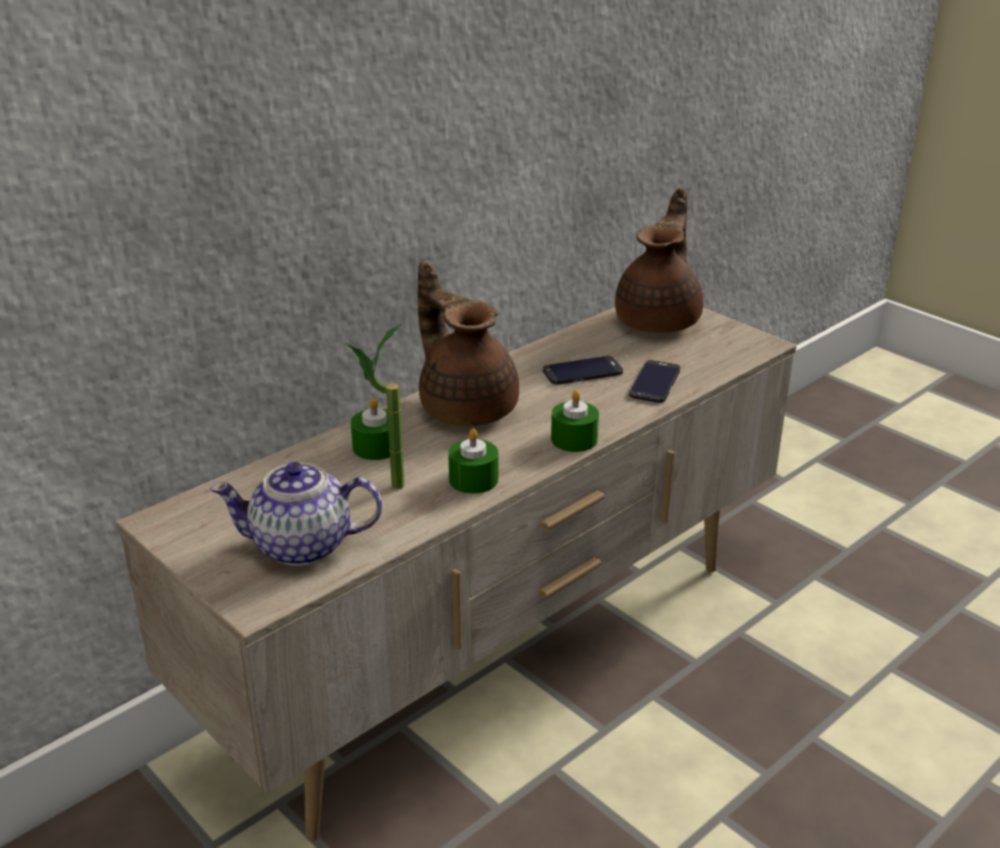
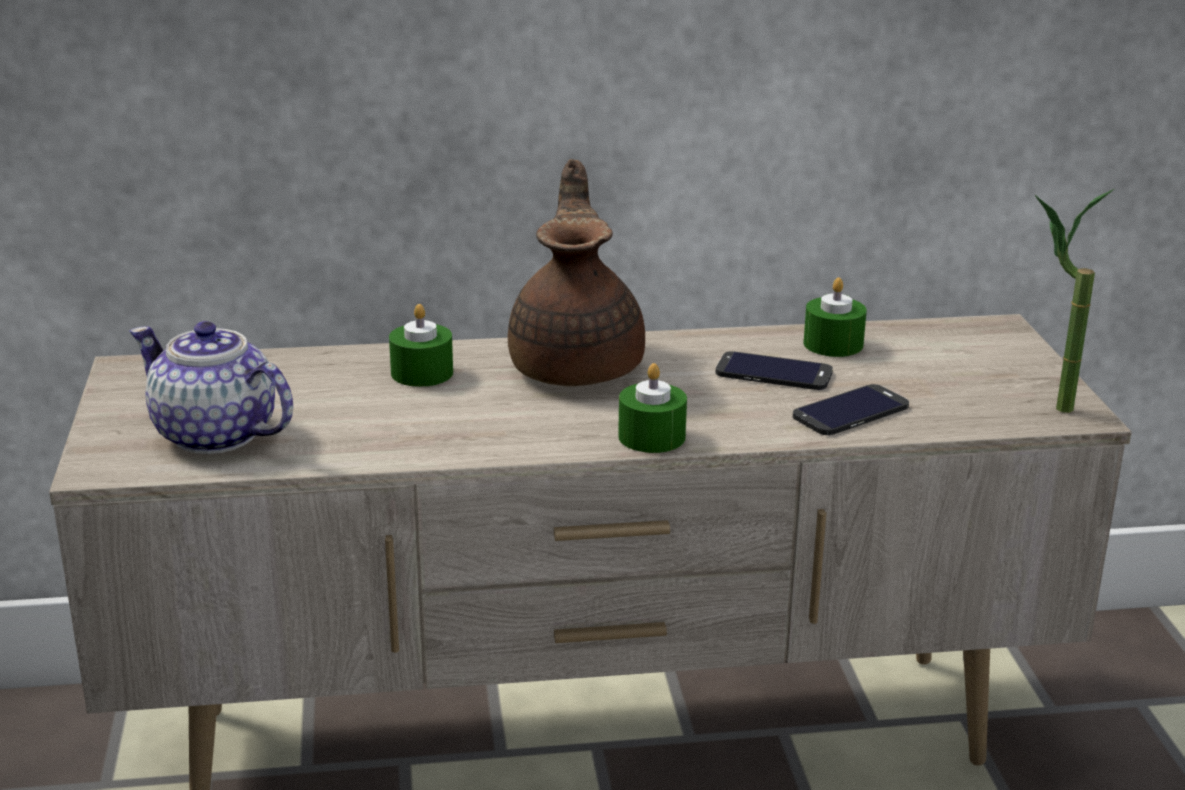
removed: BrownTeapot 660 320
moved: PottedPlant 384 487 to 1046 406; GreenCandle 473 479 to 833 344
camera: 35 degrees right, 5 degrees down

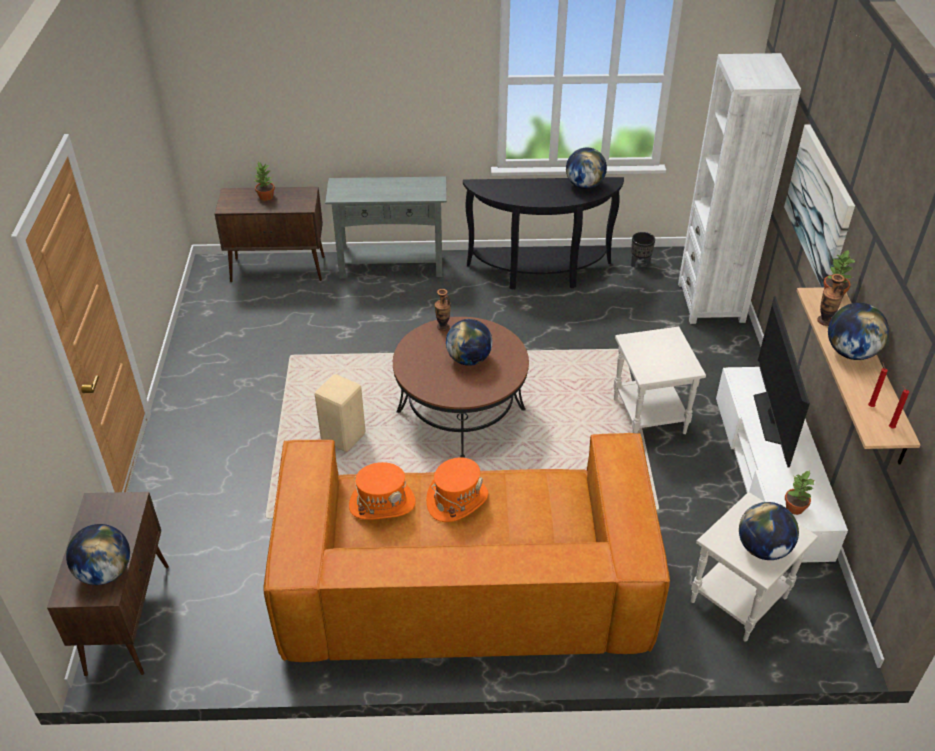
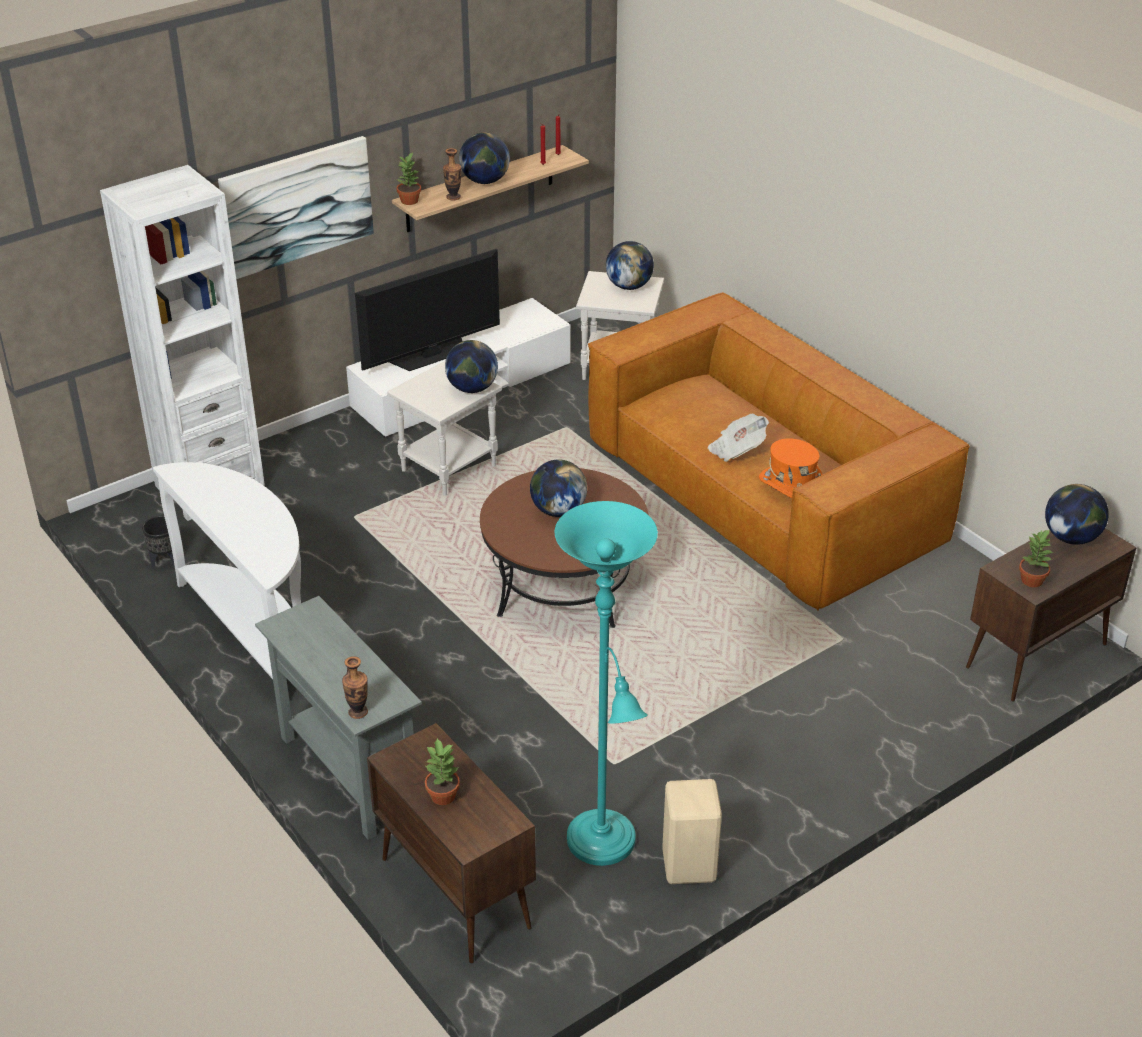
added: TurquoiseFloorLamp 604 846
moved: BeigeStool 343 436 to 687 867; Vase 443 327 to 358 712; Globe 584 185 to 472 388; PottedPlant 794 508 to 1032 581
replaced: OrangeHat 457 500 to Newspaper 737 450
recoloured: BlackConsoleTable 540 274 to WhiteConsoleTable 255 631
camera: 125 degrees left, 5 degrees down

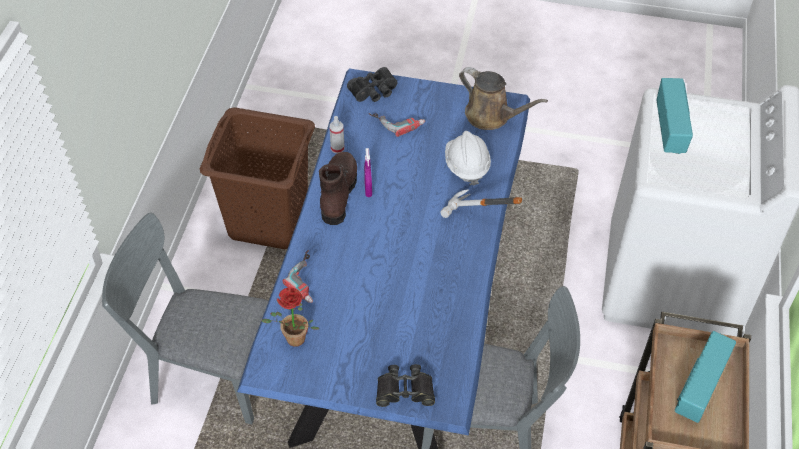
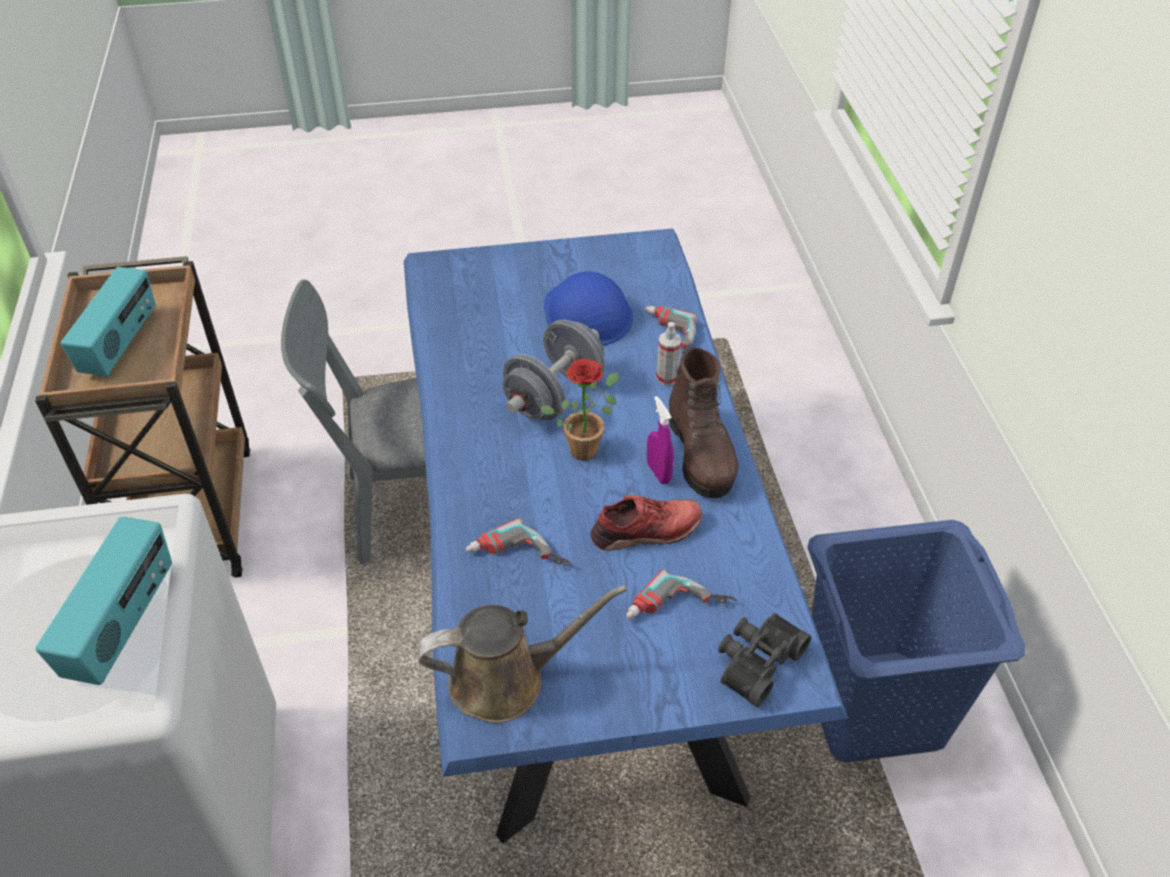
removed: GreyChair 205 374; BlackBinoculars 405 390; Hammer 475 221
added: GreyDumbbell 554 396; BlueHardHat 587 313; RedShoe 646 531
moved: PottedPlant 292 341 to 586 446; SprayBottle 337 148 to 667 377
replaced: WhiteHardHat 466 166 to PowerDrill 517 560
recoloured: BrownLaundryBasket 268 219 to BlueLaundryBasket 874 707
turned: BrownWateringCan 491 116 = 506 679 150 degrees clockwise; Radio 670 130 = 123 625 150 degrees counterclockwise
camera: 160 degrees right, 5 degrees down

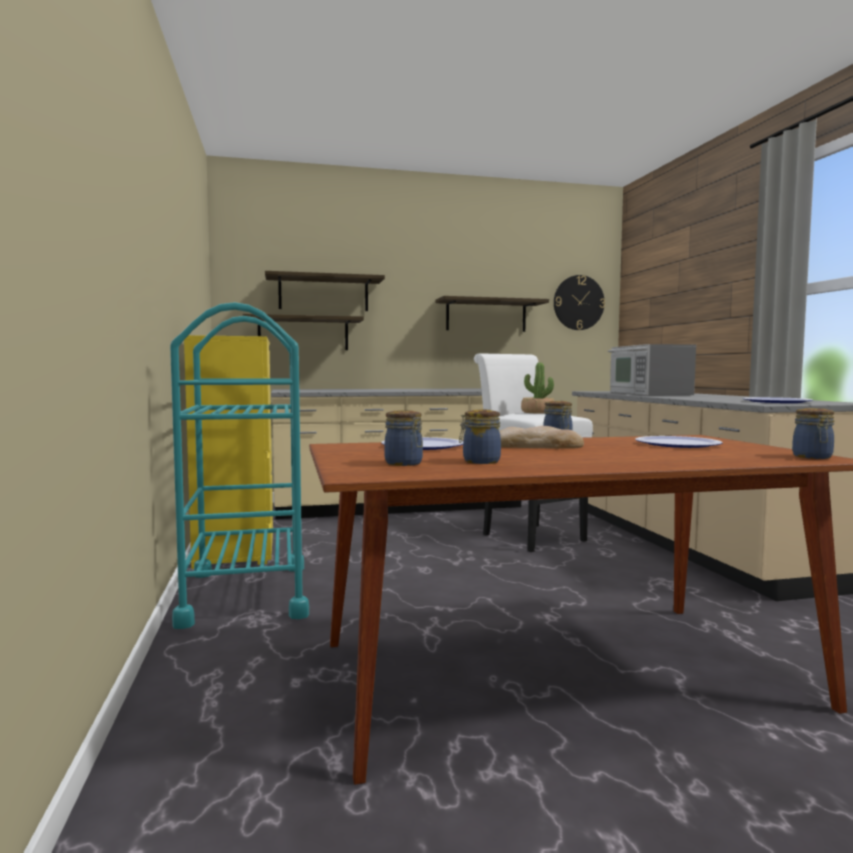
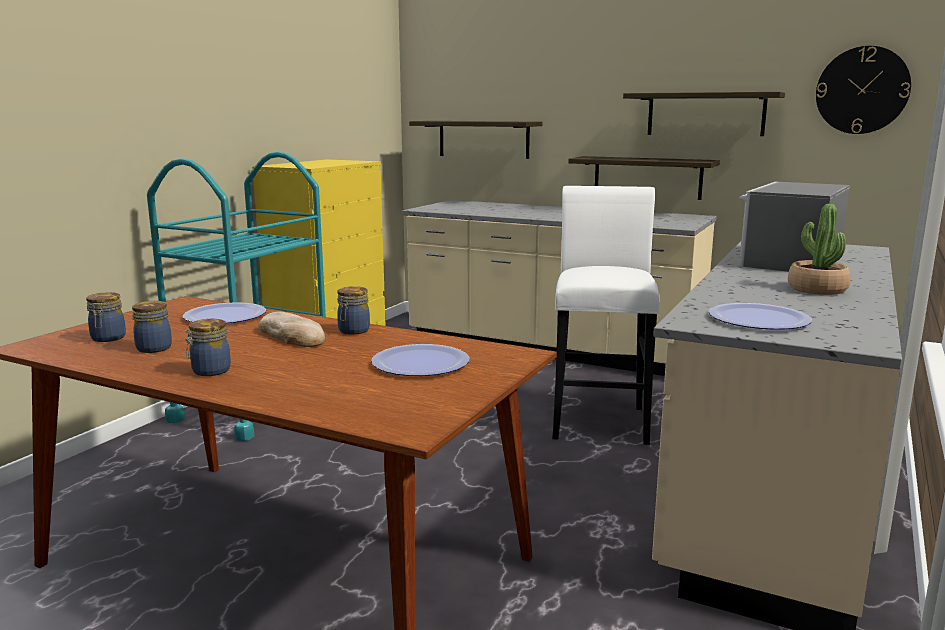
moved: Shelf 323 294 to 647 177; PottedPlant 537 412 to 816 289; Jar 813 457 to 209 371
camera: 40 degrees right, 10 degrees up

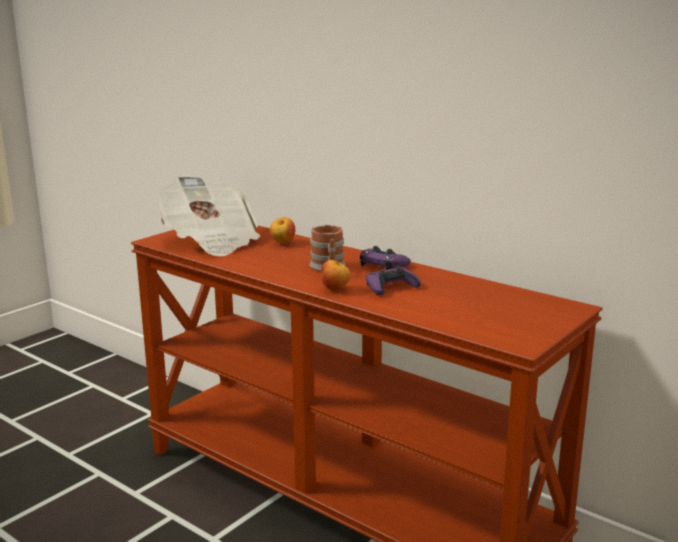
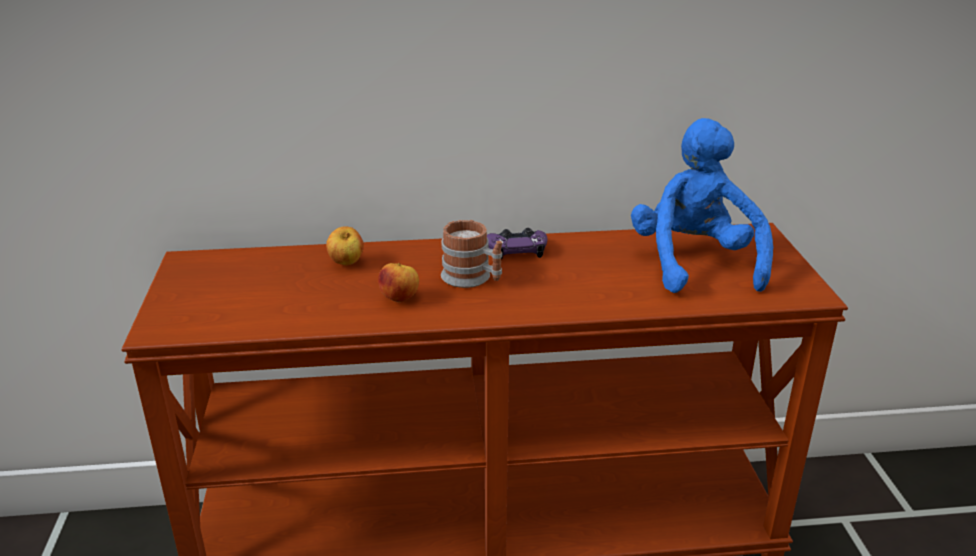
removed: Newspaper 210 241; PurpleGameController 391 287
added: BluePlushToy 694 263
moved: Apple 335 289 to 400 299
camera: 45 degrees left, 10 degrees up

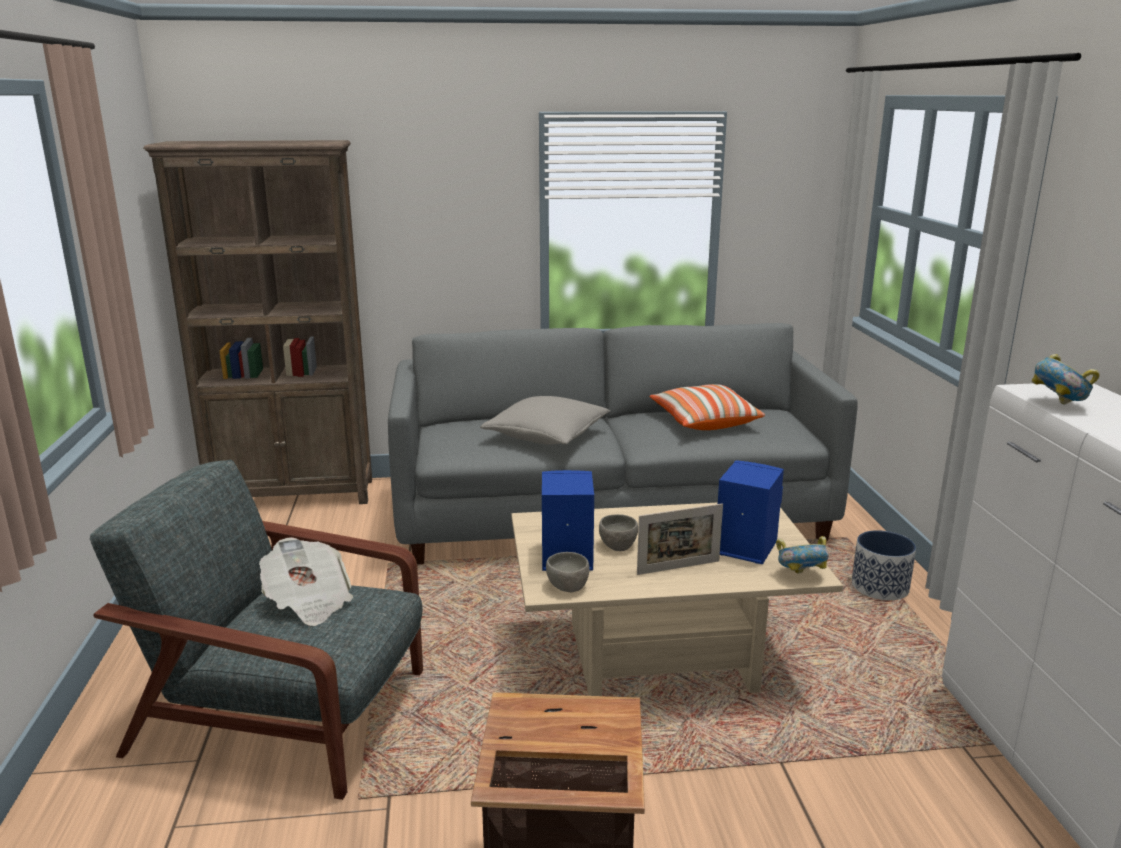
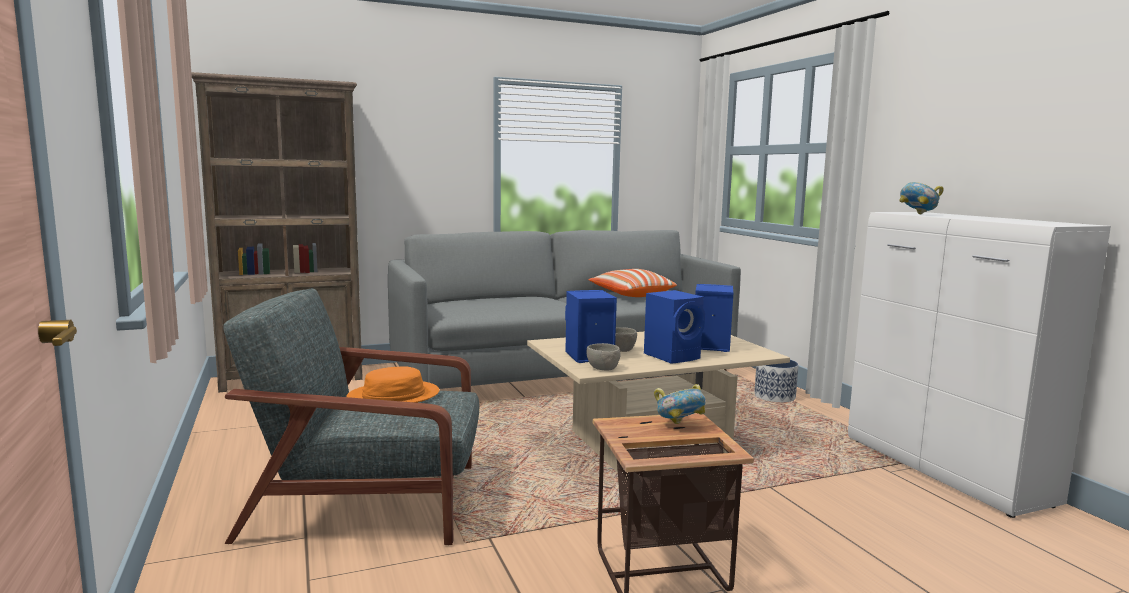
removed: GreyPillow 546 436
moved: Bowl 801 575 to 680 425
replaced: Newspaper 308 602 to OrangeHat 394 396; PictureFrame 678 567 to BlueSpeaker 673 356
camera: 15 degrees left, 10 degrees down

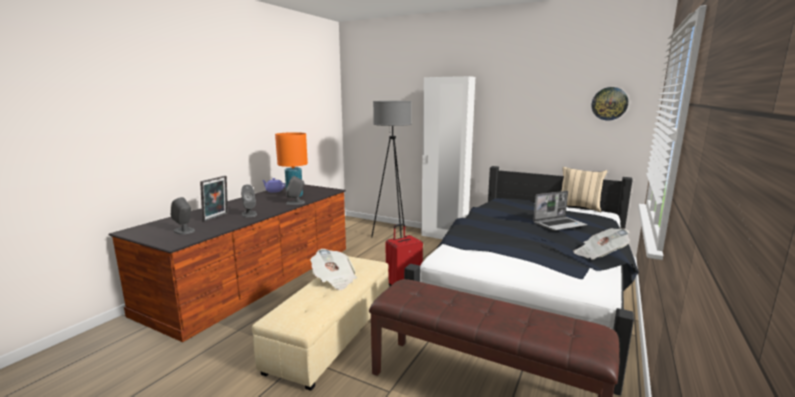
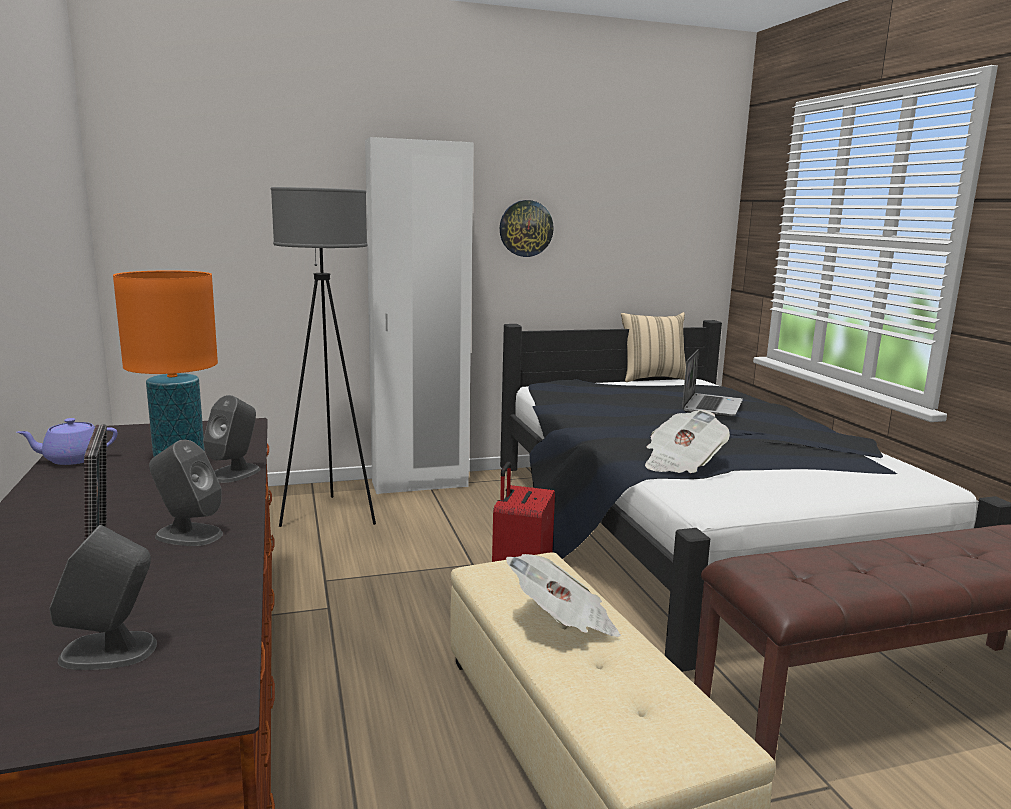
moved: Newspaper 599 255 to 681 463; WallClock 609 103 to 526 228
camera: 45 degrees left, 0 degrees up

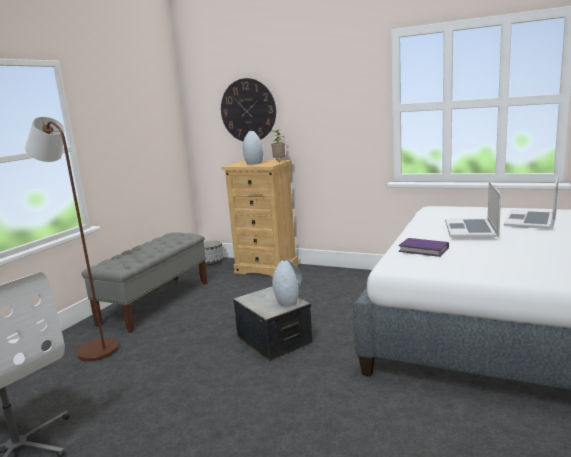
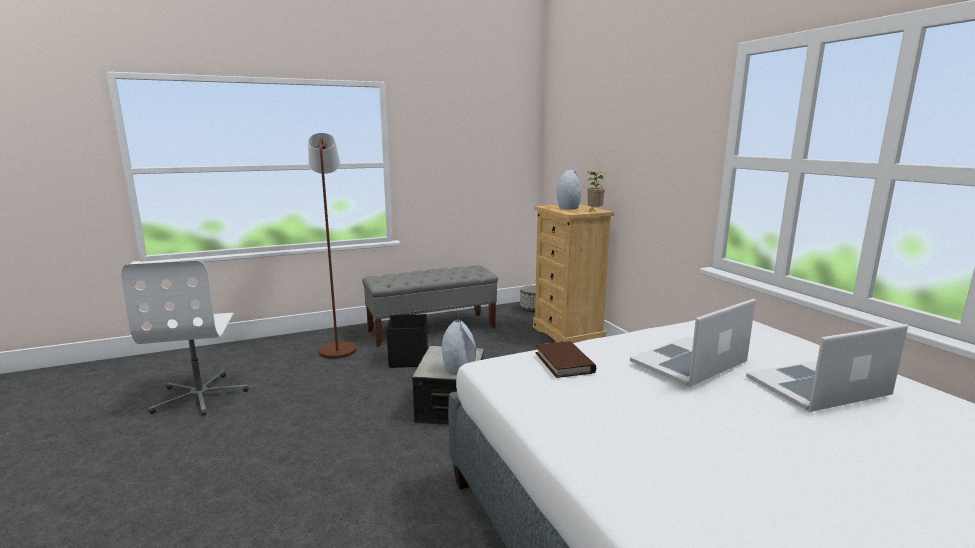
removed: WallClock 248 110
added: BlackStorageBox 409 359
recoloured: PurpleBook 423 250 to BrownBook 564 362
camera: 40 degrees right, 0 degrees up

